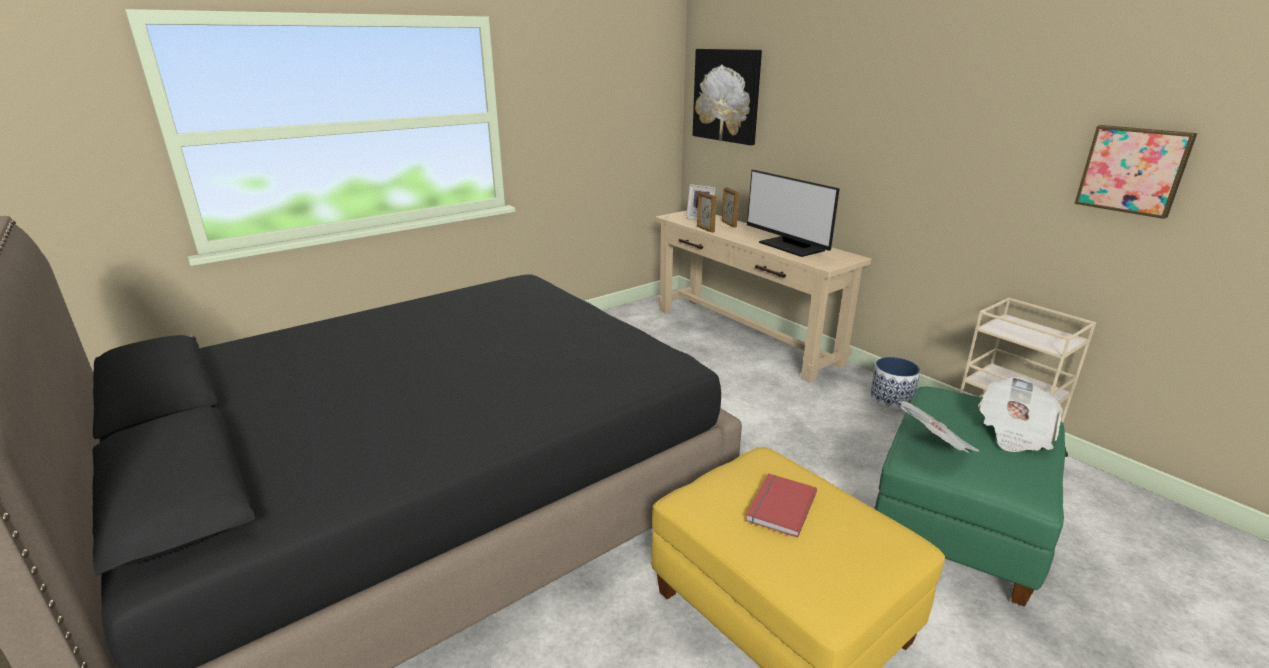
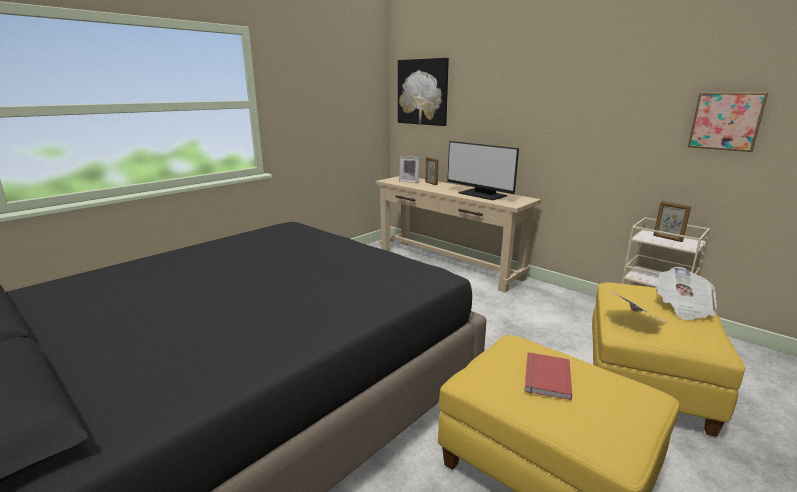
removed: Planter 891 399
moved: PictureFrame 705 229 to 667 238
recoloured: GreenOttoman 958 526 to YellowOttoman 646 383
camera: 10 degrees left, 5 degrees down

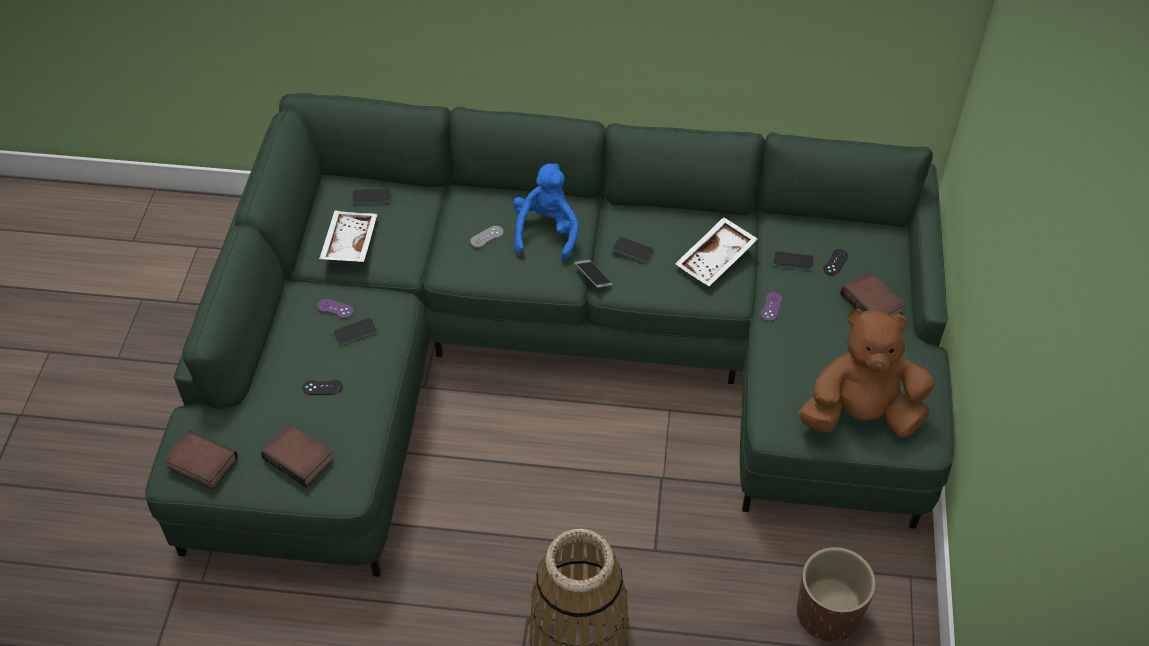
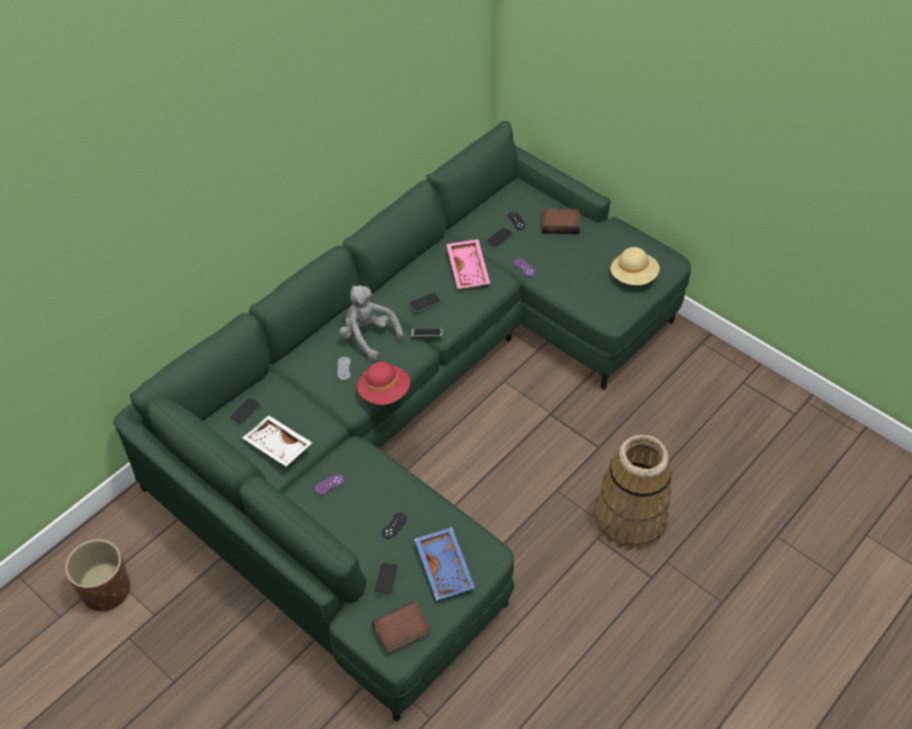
added: RedHat 384 392
moved: Phone 355 332 to 386 579; BrownPlanter 828 614 to 106 590
replaced: Book 300 459 to BlueTray 445 568; BrownPlushToy 860 415 to BeigeHat 633 276
recoloured: BluePlushToy 546 232 to GreyPlushToy 368 336; WhiteTray 716 260 to PinkTray 469 269
camera: 55 degrees left, 0 degrees up

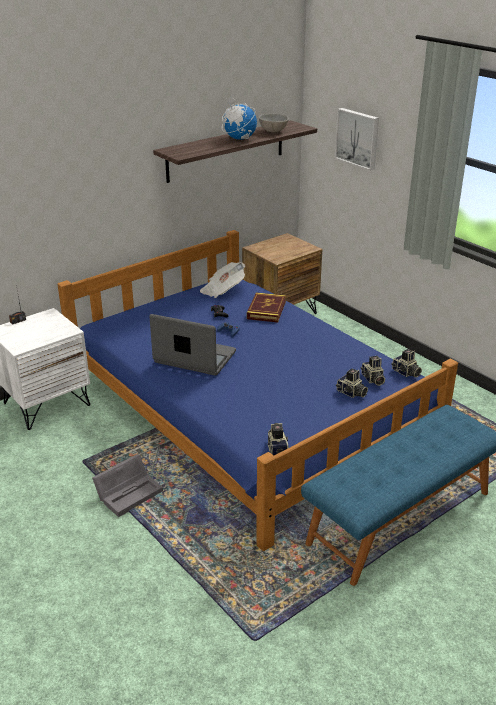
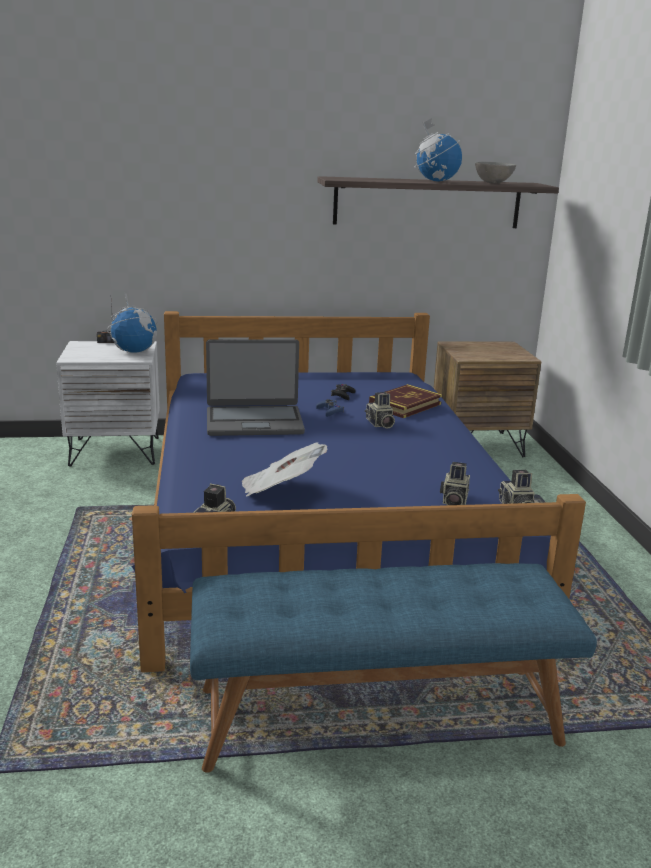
removed: GreyStorageBox 130 492; Picture 358 138
added: Globe 134 351
moved: Newspaper 222 290 to 281 490; PhotoCamera 351 393 to 379 424
turned: Laptop 194 358 = 254 422 120 degrees clockwise
camera: 30 degrees right, 10 degrees down

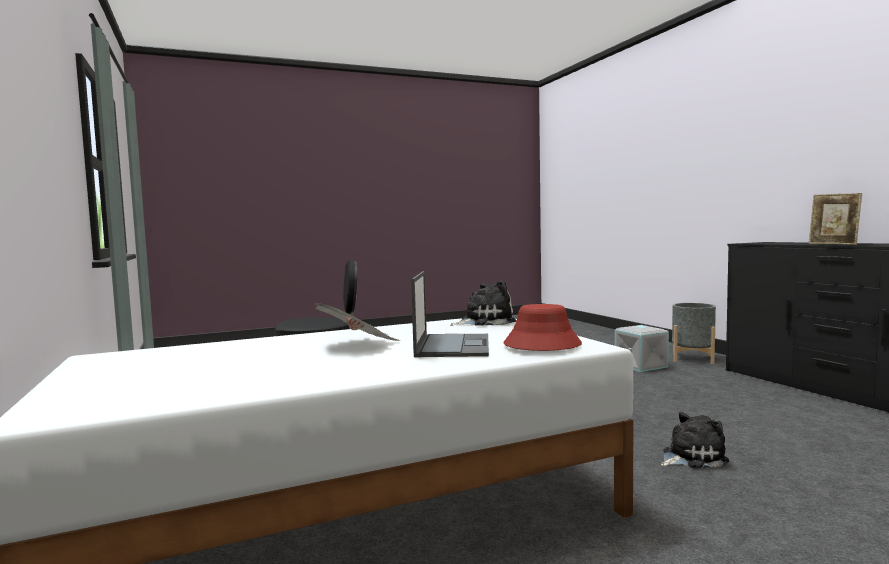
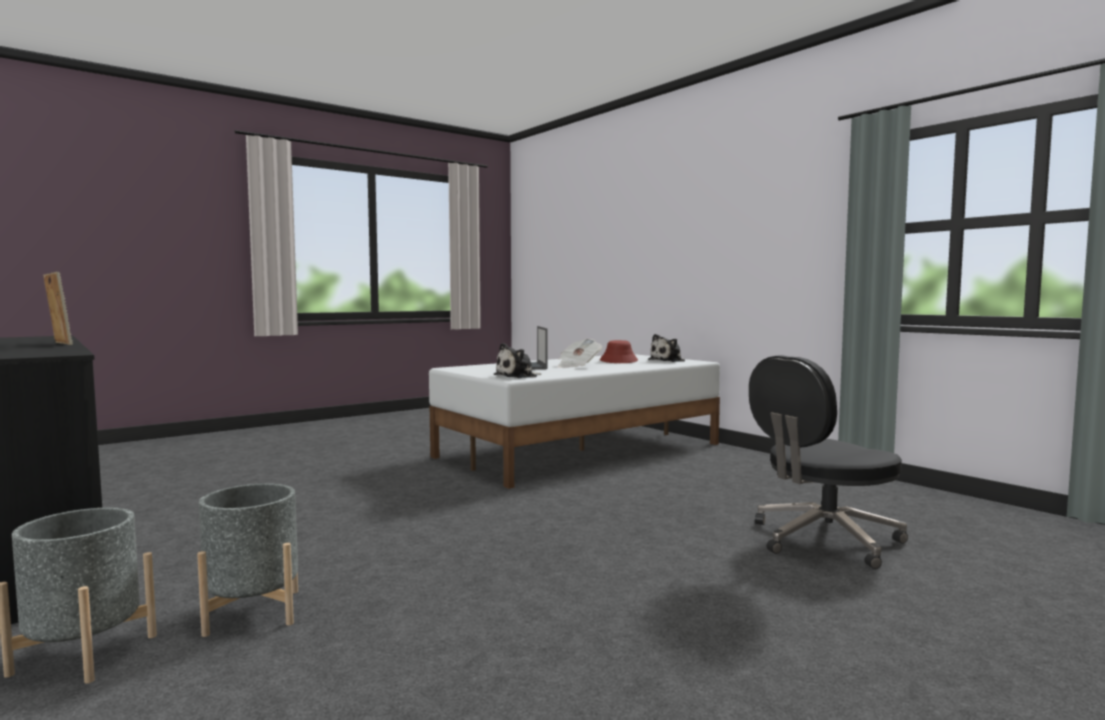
moved: RedHat 542 345 to 619 360; PlushToy 691 457 to 668 361
replaced: GreyStorageBox 641 365 to GreyPlanter 253 612
camera: 165 degrees right, 0 degrees up

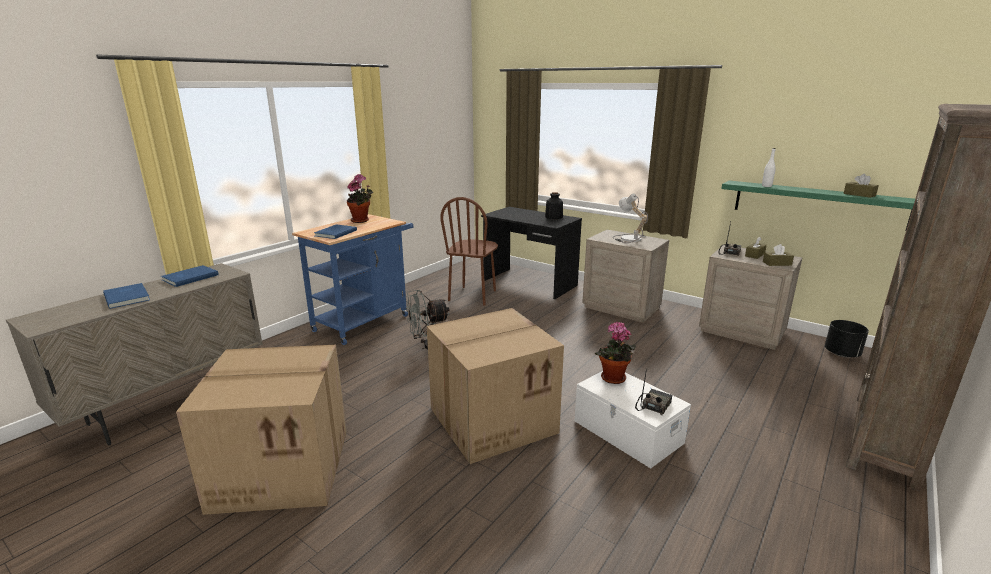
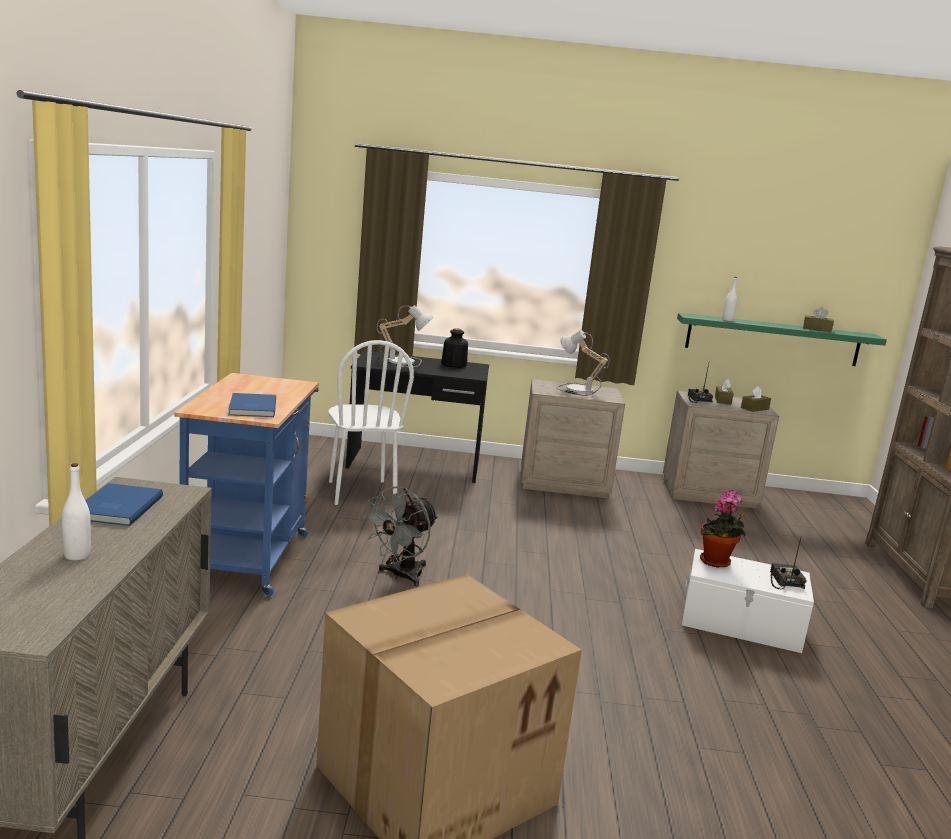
removed: PottedPlant 361 220; CardboardBox 493 419; BlackPlanter 842 354
added: TableLamp 403 361
replaced: BlueBook 128 297 to WhiteBottle 77 555
recoloured: BrownChair 473 295 to WhiteChair 361 492
camera: 35 degrees left, 5 degrees down

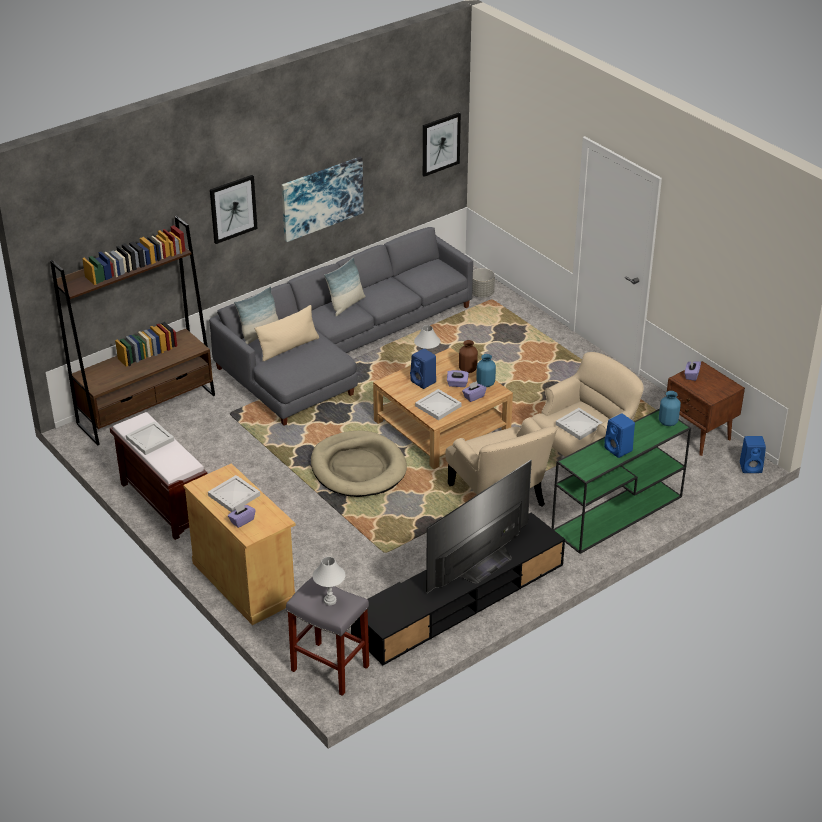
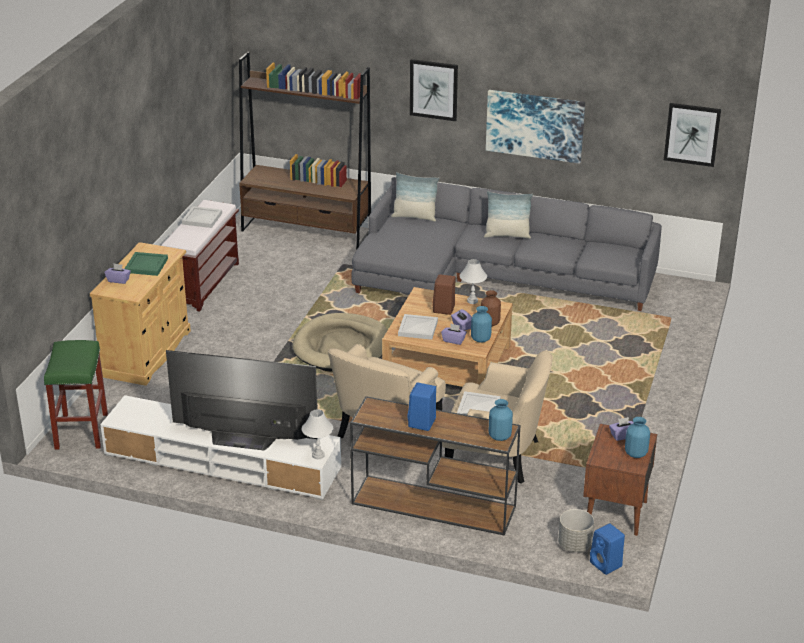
removed: BeigePillow 288 347
added: BlueVase 635 453
moved: WhiteTableLamp 329 601 to 318 455; GreyPlanter 481 294 to 574 545
recoloured: WhiteTray 233 495 to GreenTray 146 265; GreyStool 329 668 to GreenStool 81 430; BlackTvStand 459 601 to WhiteTvStand 221 462; BlueSpeaker 424 382 to BrownSpeaker 444 309; GreenConsoleTable 616 514 to BrownConsoleTable 432 505
camera: 55 degrees right, 5 degrees down

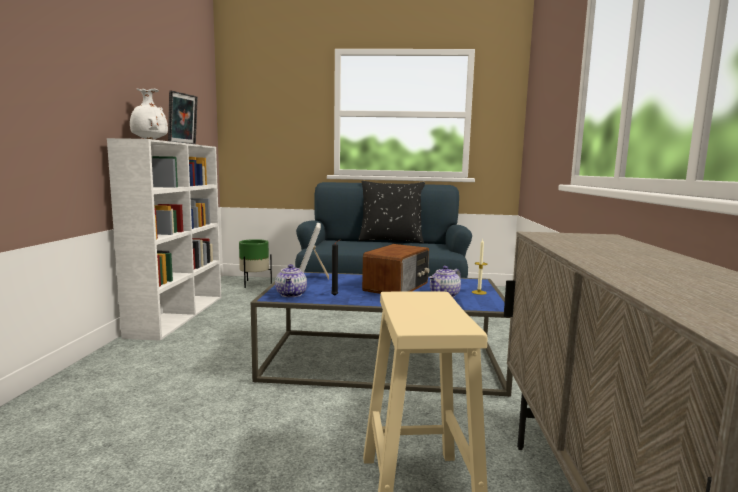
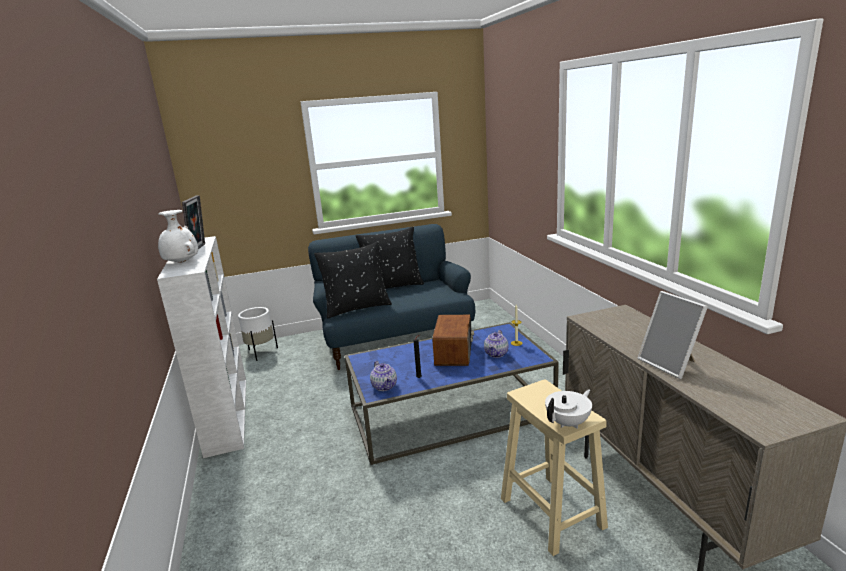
added: BlackPillow 357 308; WhiteTeapot 568 423
moved: PictureFrame 311 278 to 670 364
recoloured: GreenPlanter 254 284 to WhitePlanter 261 352
camera: 20 degrees left, 10 degrees up

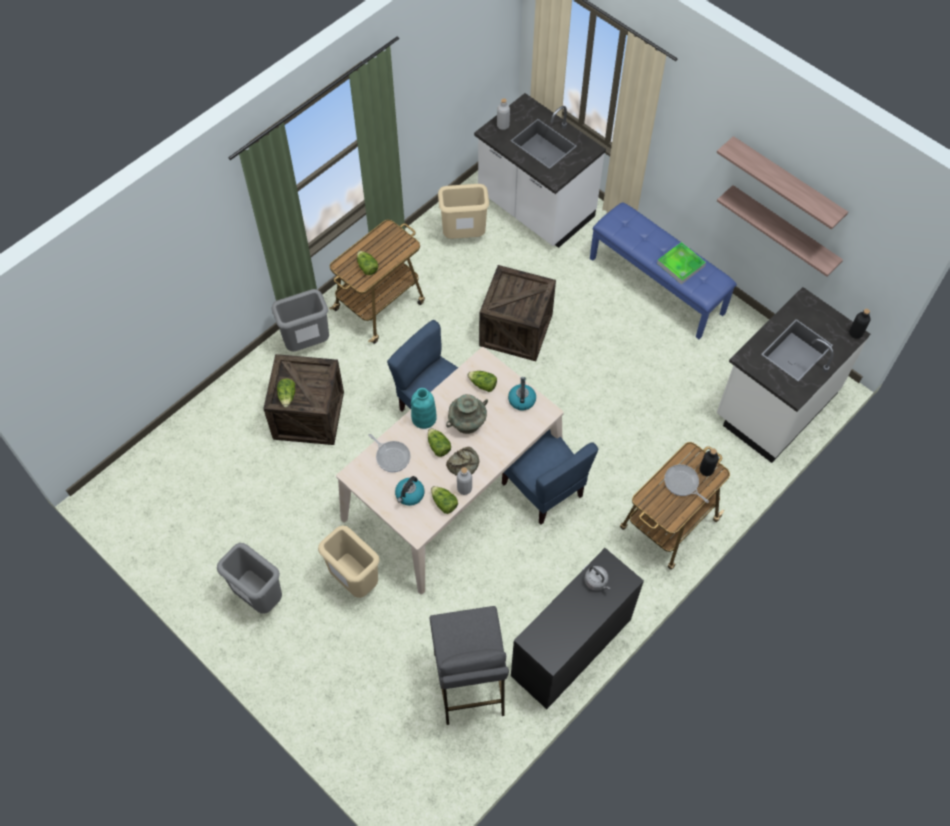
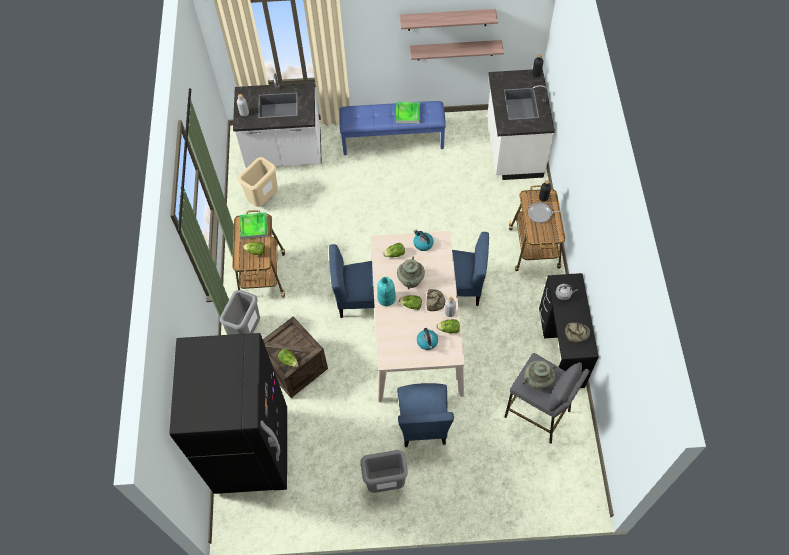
removed: FryingPan 392 456; Crate 516 330
added: BlackFridge 252 450; Tray 254 227; TurquoiseVase 537 380; Bread 576 334
replaced: BeigeTrashCan 354 581 to BlueChair 423 424
camera: 45 degrees left, 0 degrees up

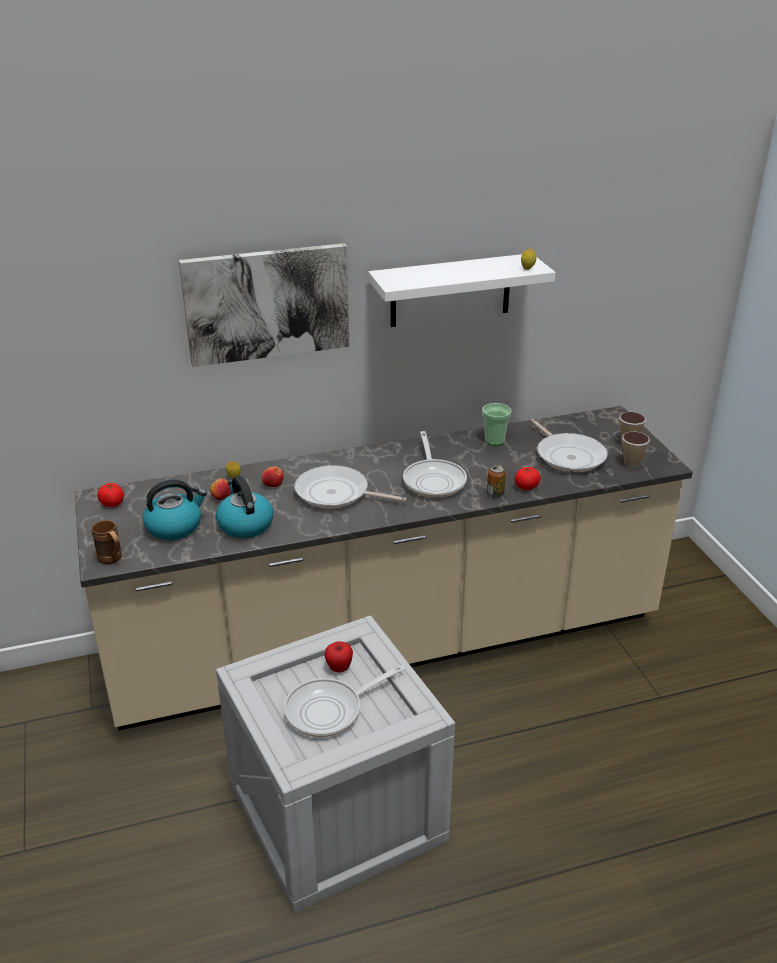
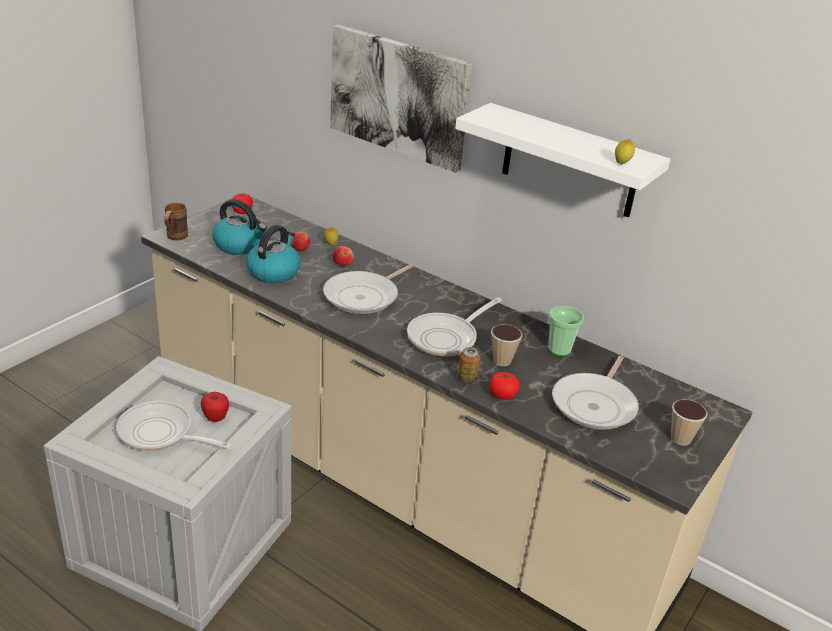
moved: Cup 631 463 to 502 360
turned: FryingPan 336 494 = 364 296 120 degrees counterclockwise
camera: 50 degrees right, 0 degrees up

